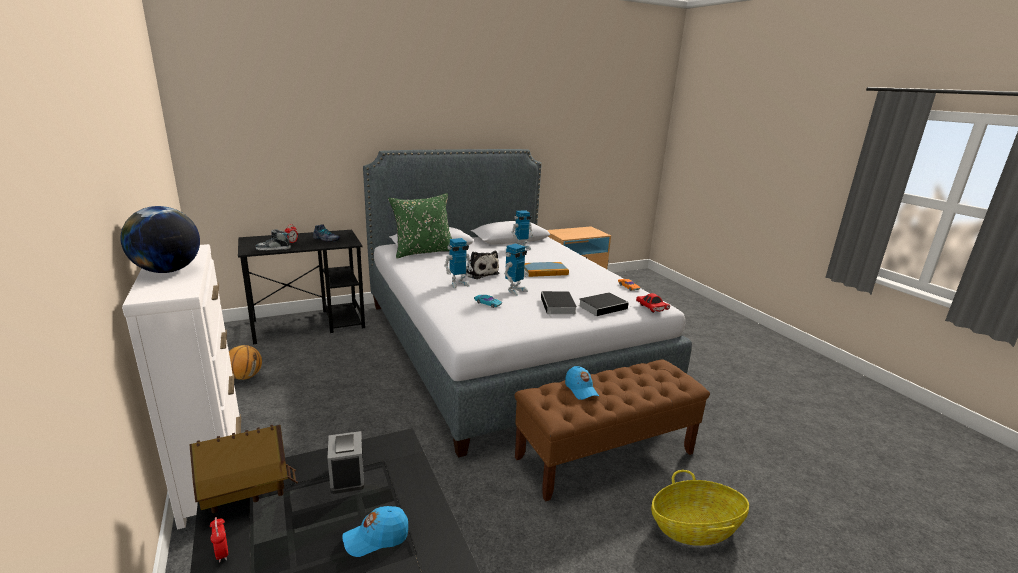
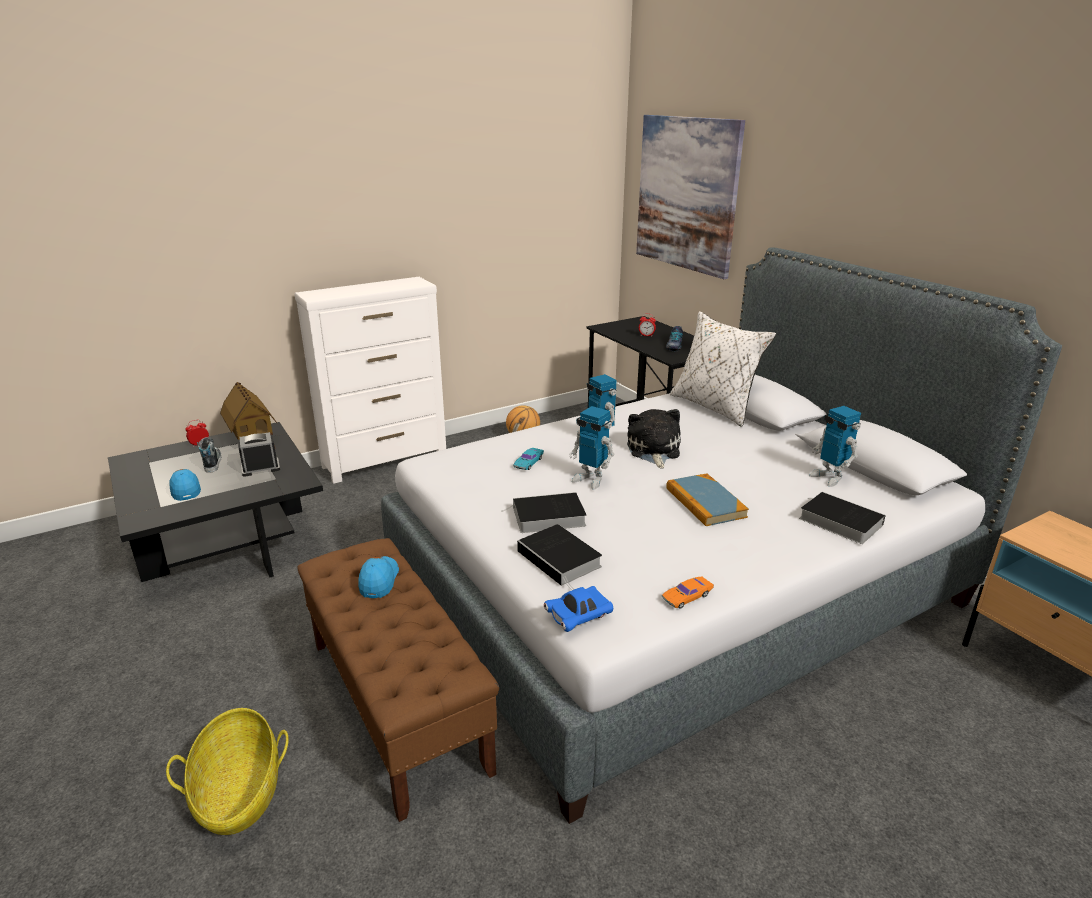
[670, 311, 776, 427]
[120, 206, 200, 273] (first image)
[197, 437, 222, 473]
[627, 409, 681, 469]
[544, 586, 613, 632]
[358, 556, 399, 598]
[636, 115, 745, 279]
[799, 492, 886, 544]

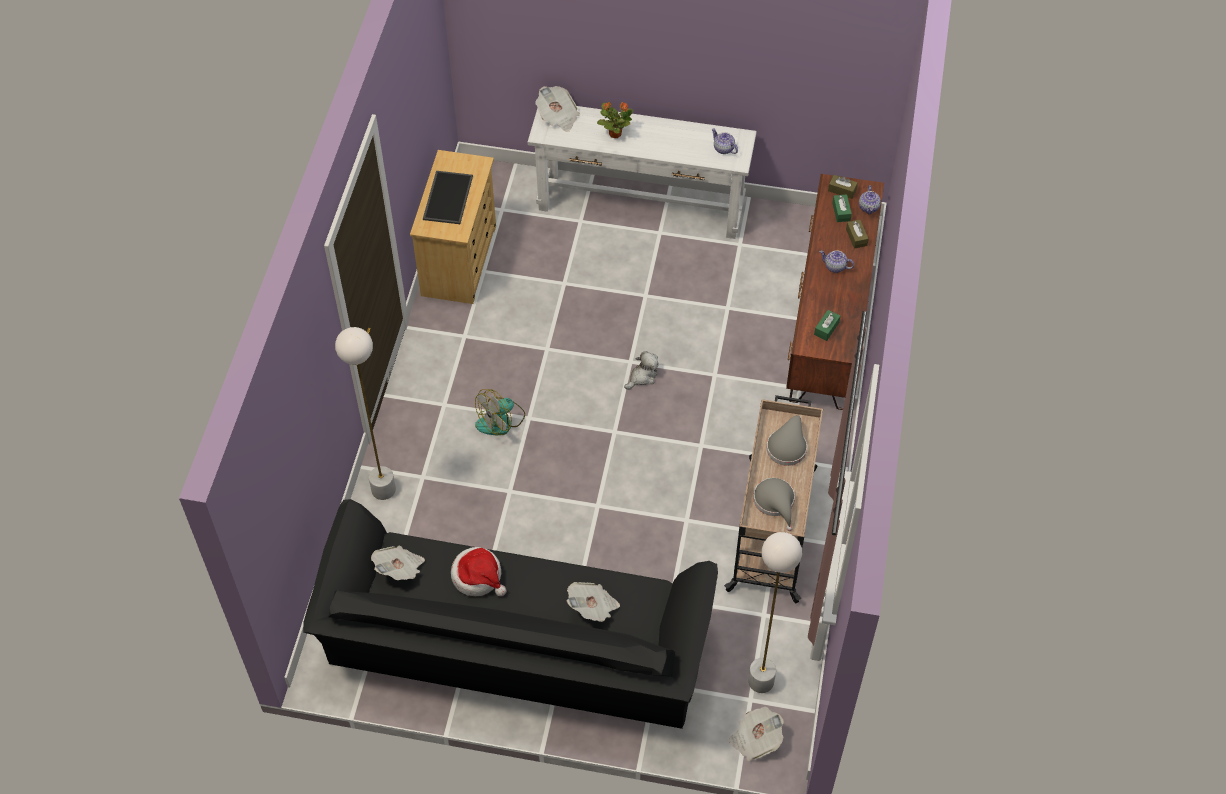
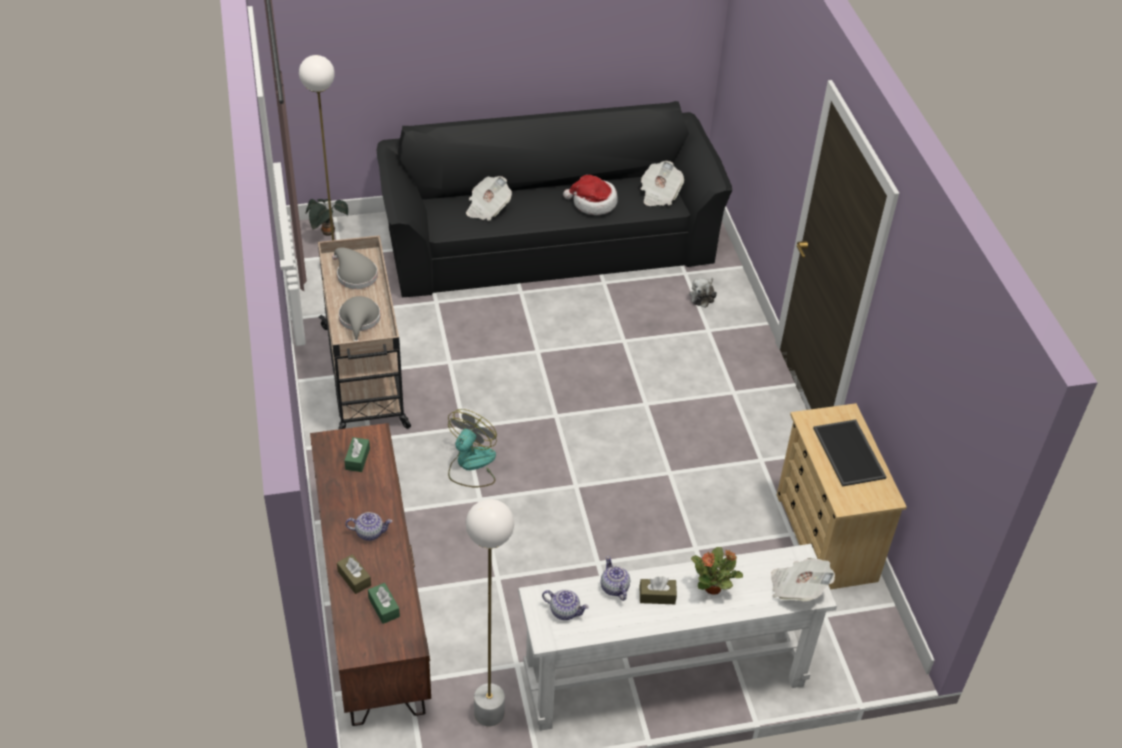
[640, 576, 677, 604]
[601, 556, 631, 601]
[466, 499, 514, 726]
[689, 278, 717, 308]
[448, 409, 497, 488]
[306, 199, 348, 236]

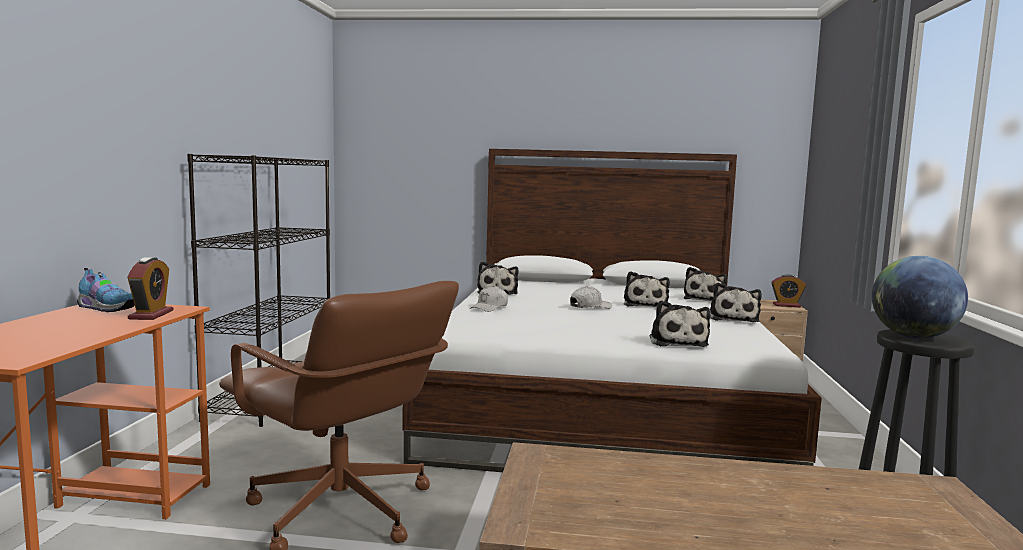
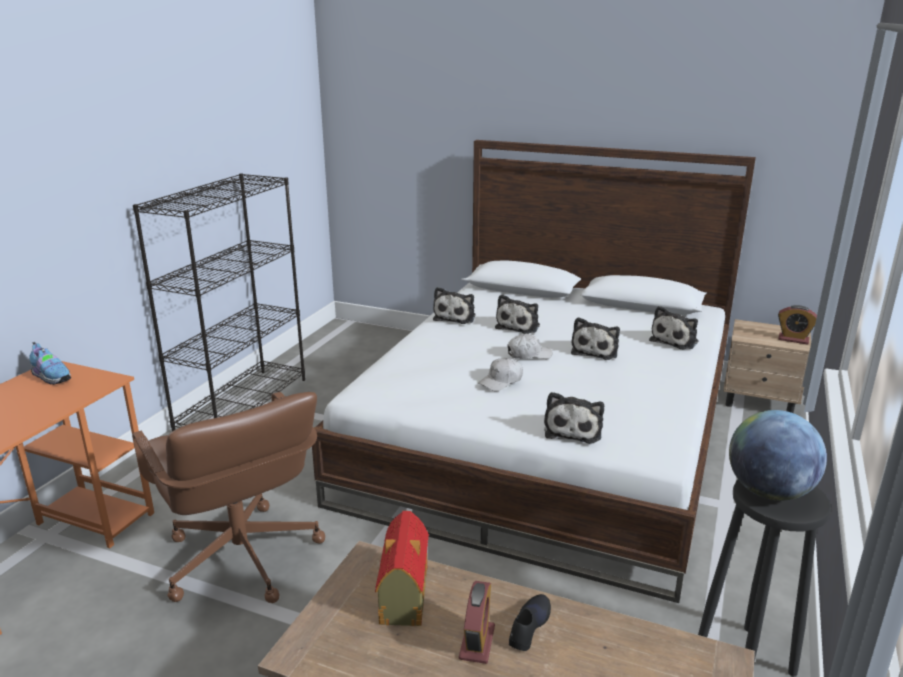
[459, 581, 495, 664]
[495, 294, 540, 334]
[478, 358, 523, 392]
[375, 511, 429, 626]
[509, 594, 551, 651]

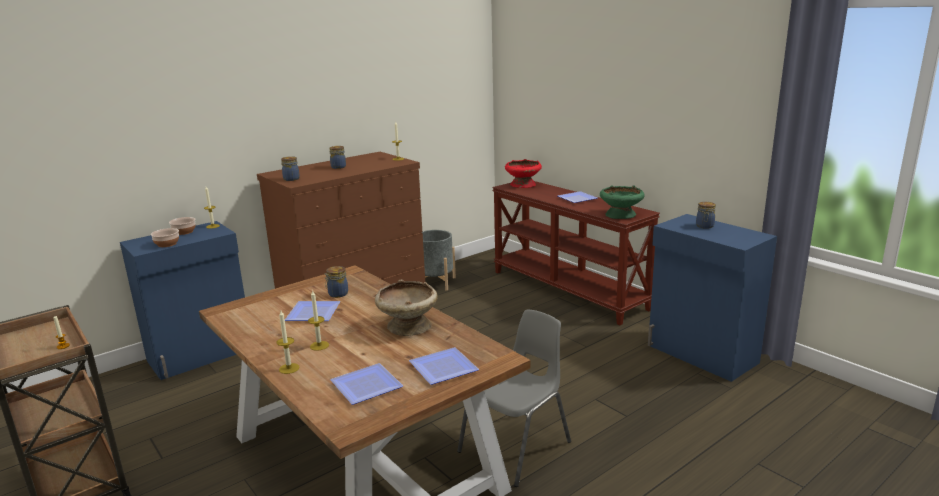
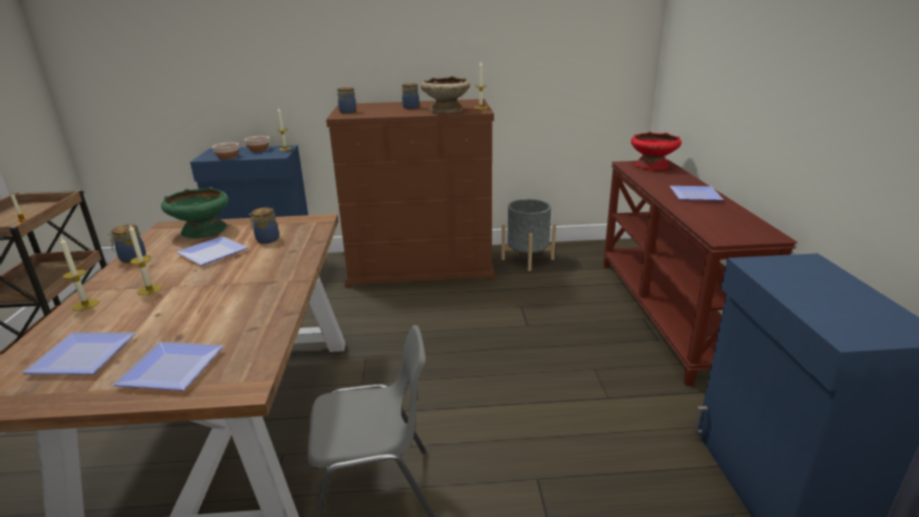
[161, 187, 229, 238]
[108, 224, 146, 263]
[421, 76, 470, 113]

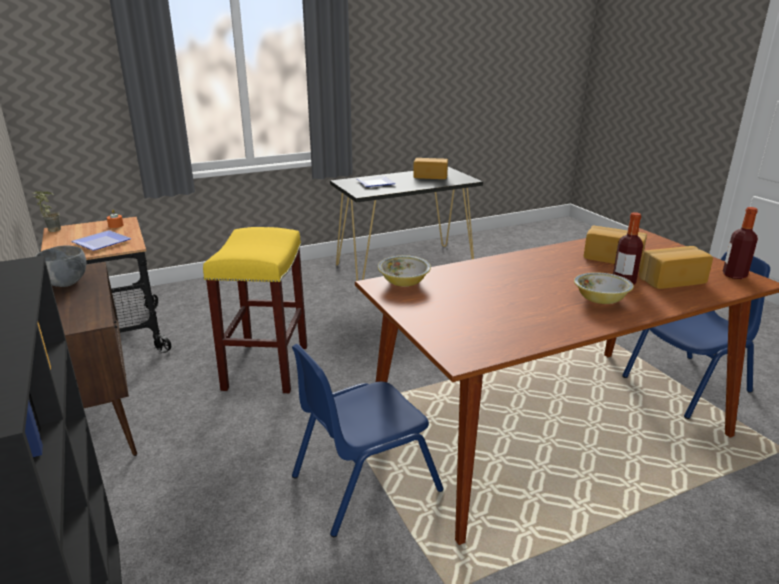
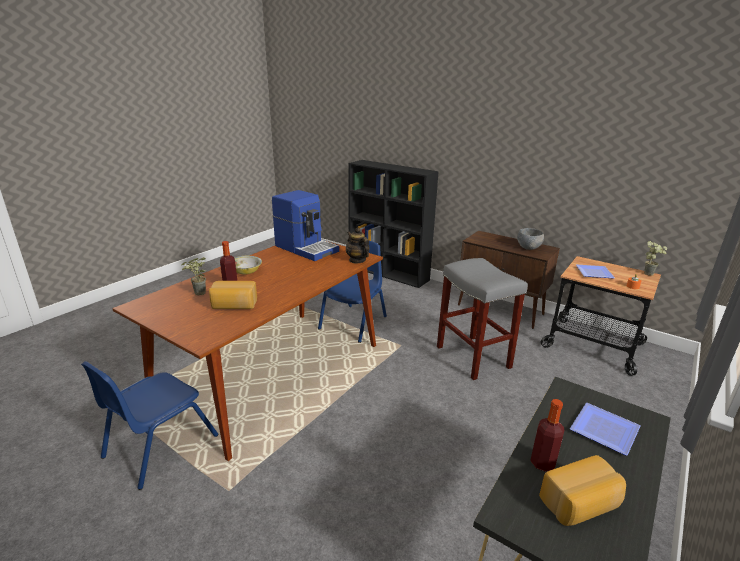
[530, 399, 564, 472]
[437, 258, 528, 380]
[181, 257, 206, 295]
[346, 228, 369, 264]
[272, 190, 339, 261]

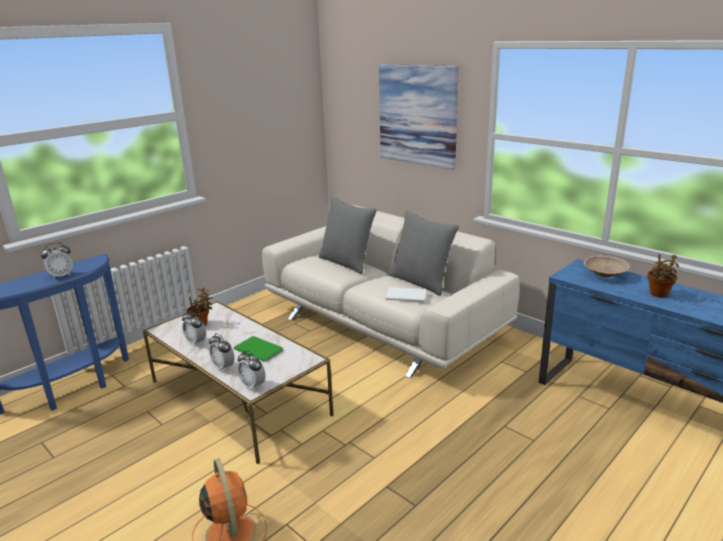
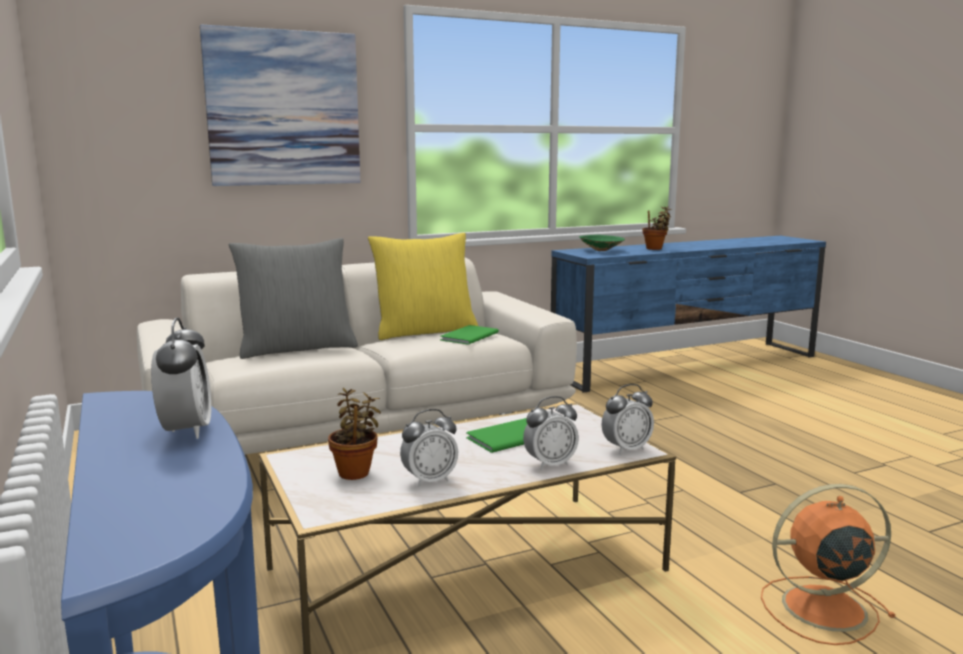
[368, 233, 478, 340]
[579, 235, 625, 251]
[440, 325, 499, 345]

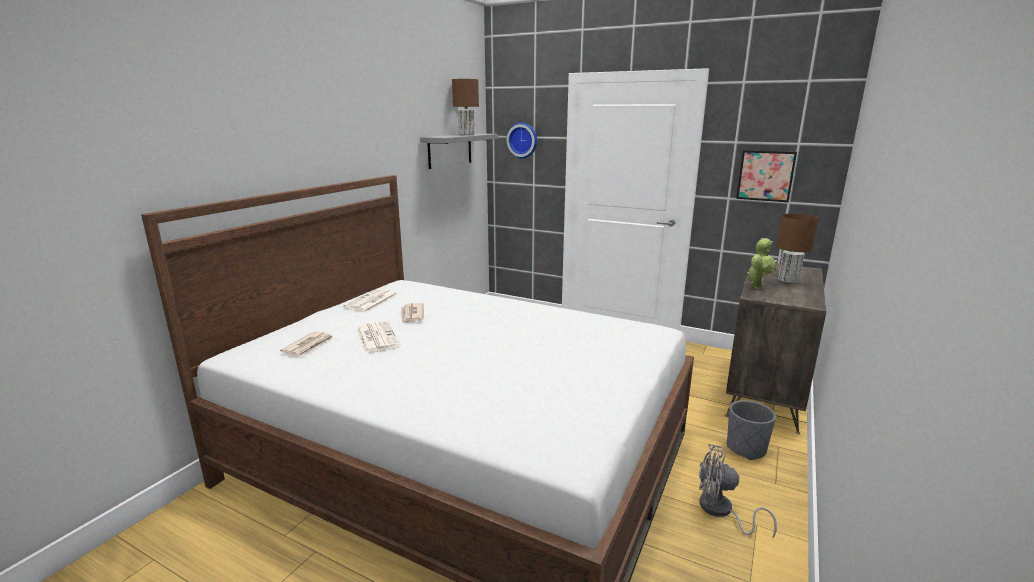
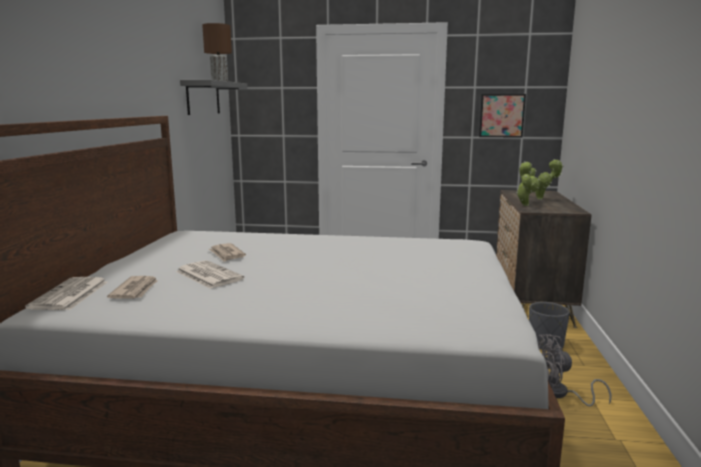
[506, 123, 537, 158] (first image)
[529, 159, 564, 200]
[25, 277, 108, 310]

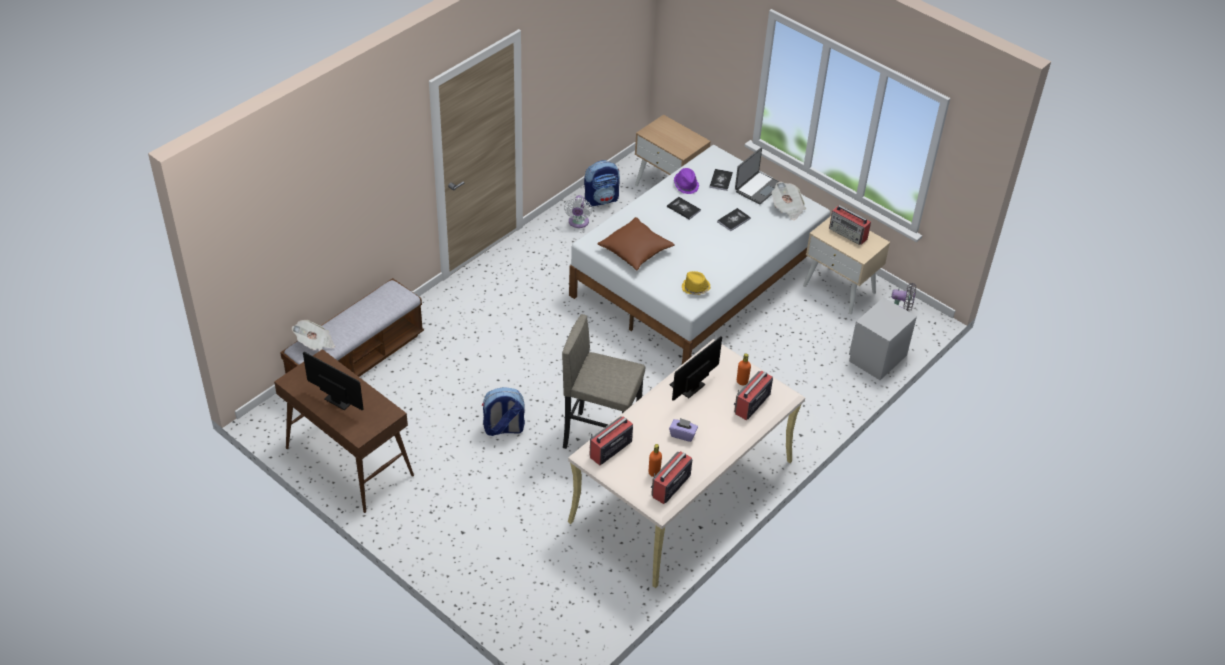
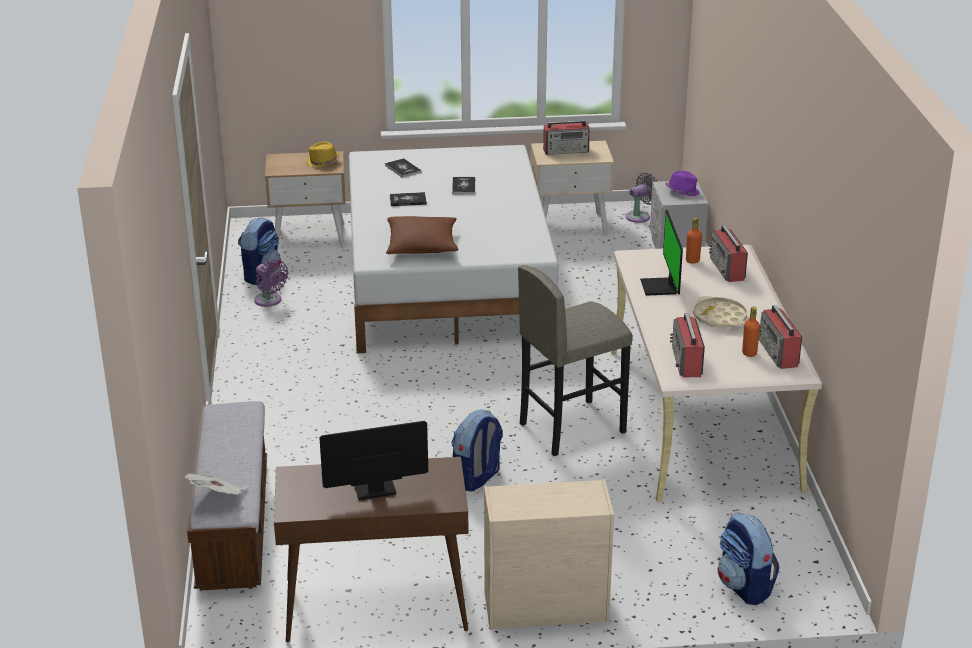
[735, 148, 779, 205] (first image)
[666, 171, 700, 196]
[771, 181, 806, 220] (first image)
[254, 259, 288, 307]
[306, 142, 340, 167]
[693, 296, 748, 327]
[484, 479, 614, 630]
[718, 512, 779, 605]

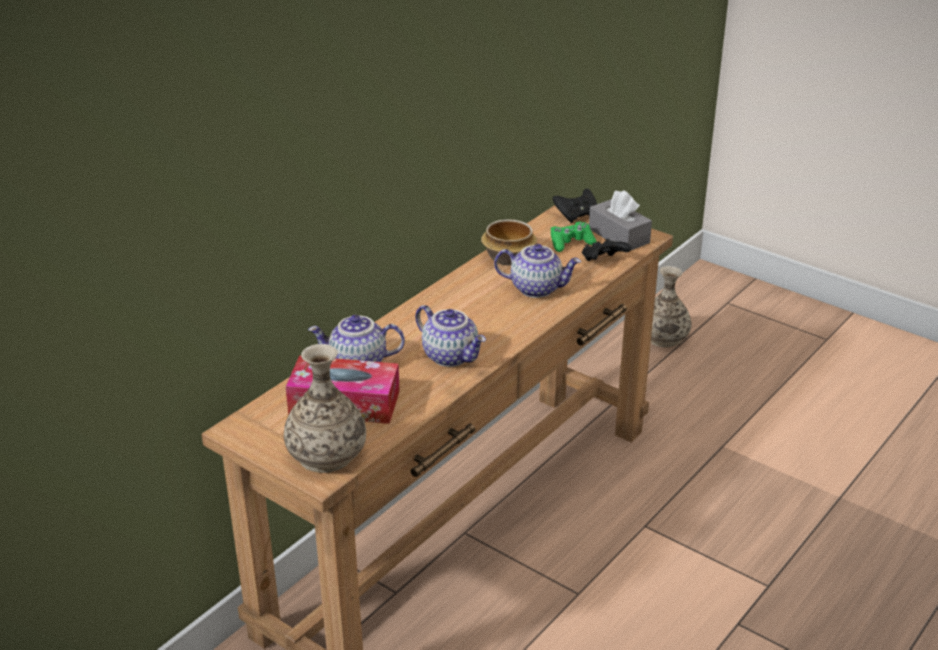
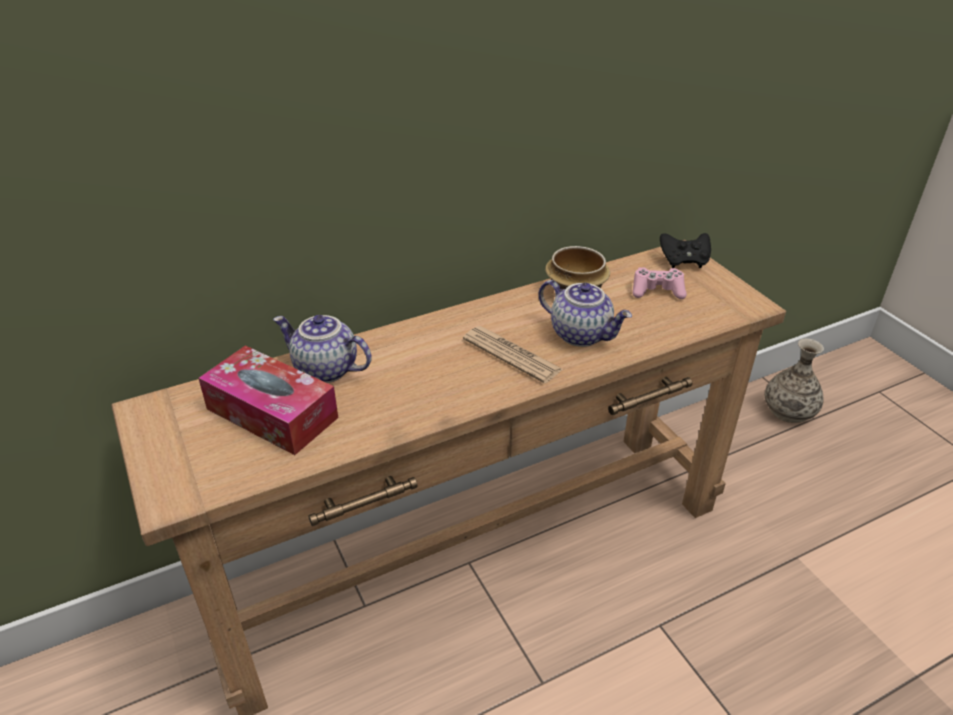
[589, 190, 652, 250] (first image)
[633, 267, 687, 299]
[582, 238, 631, 261] (first image)
[415, 305, 486, 367] (first image)
[284, 344, 366, 473] (first image)
[463, 326, 564, 383]

